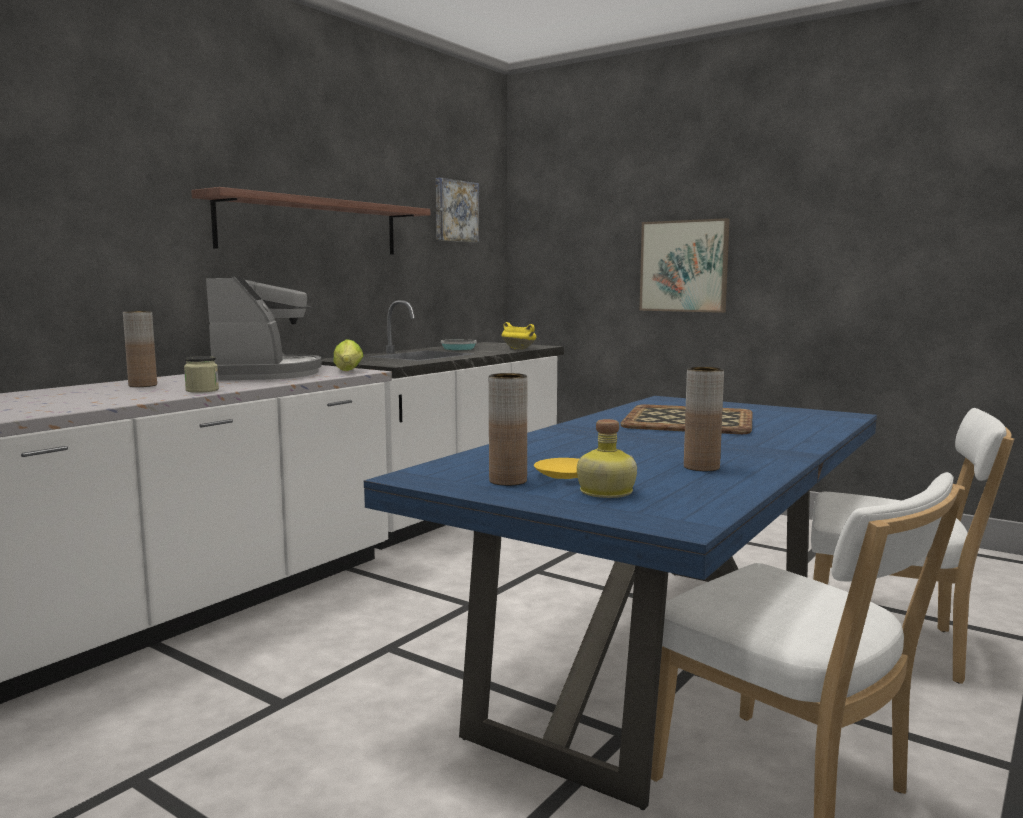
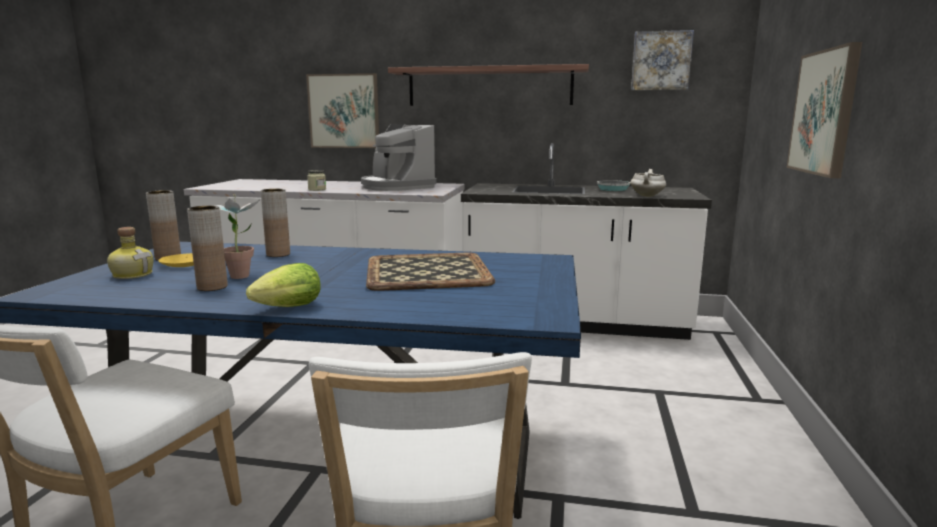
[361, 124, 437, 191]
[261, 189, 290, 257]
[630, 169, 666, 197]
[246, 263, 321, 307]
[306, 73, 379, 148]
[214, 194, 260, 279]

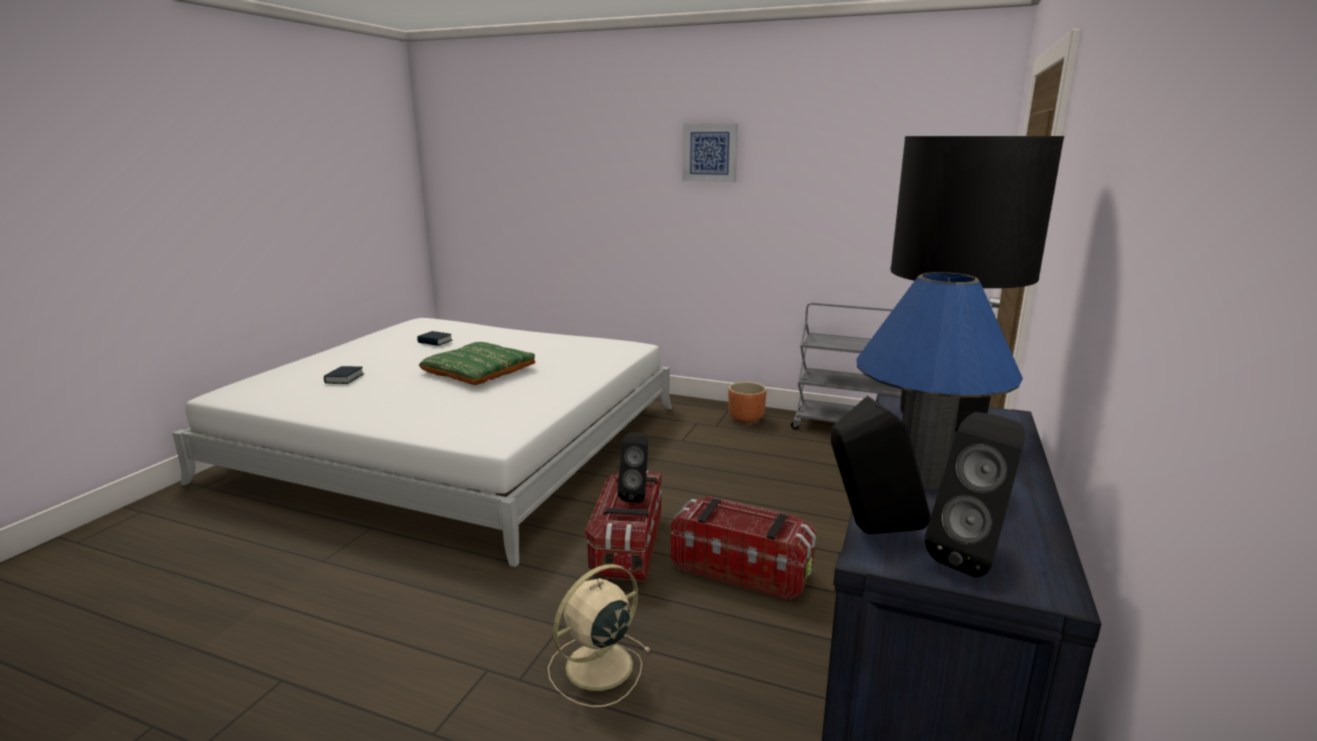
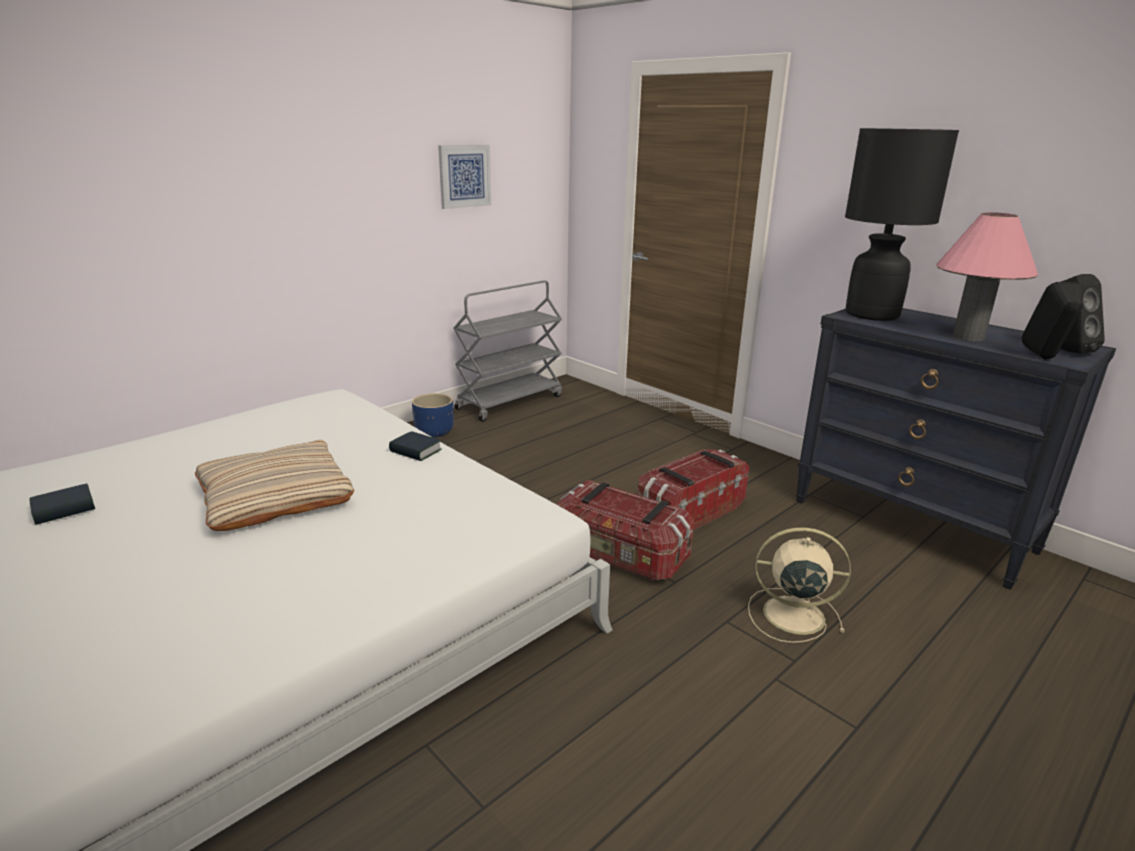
[438, 145, 491, 209]
[936, 212, 1038, 341]
[195, 440, 354, 531]
[389, 431, 442, 461]
[412, 393, 454, 438]
[617, 433, 648, 503] (first image)
[748, 527, 851, 643]

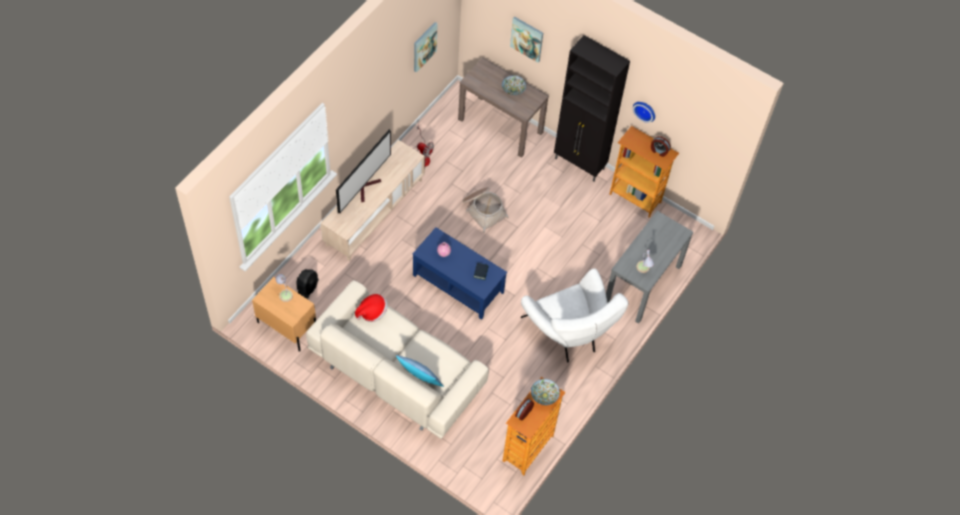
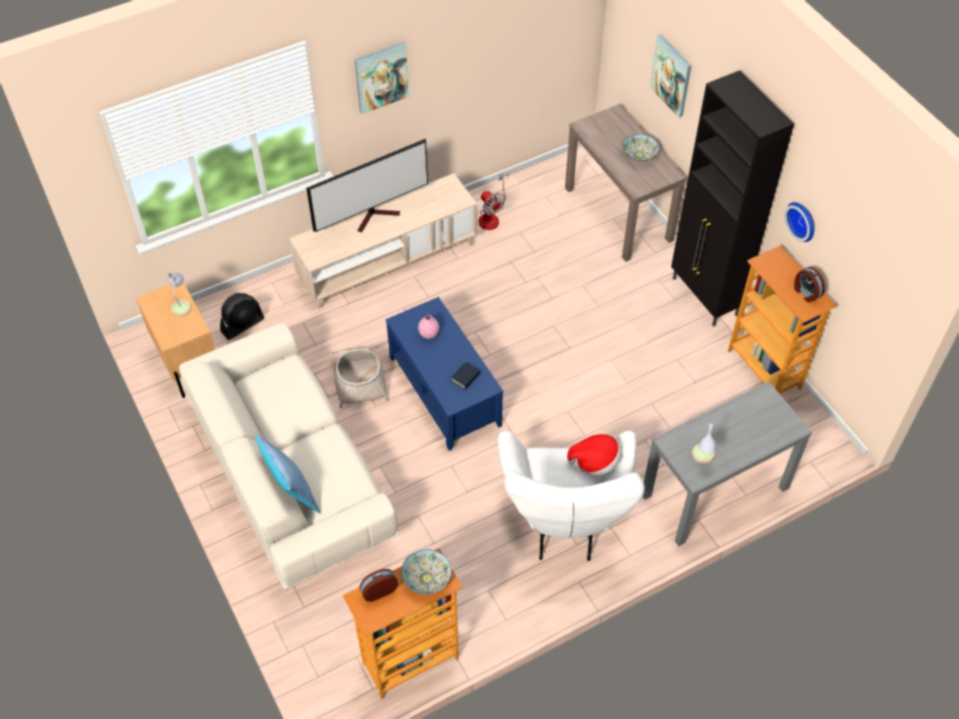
[355, 42, 409, 114]
[332, 345, 388, 408]
[567, 434, 622, 476]

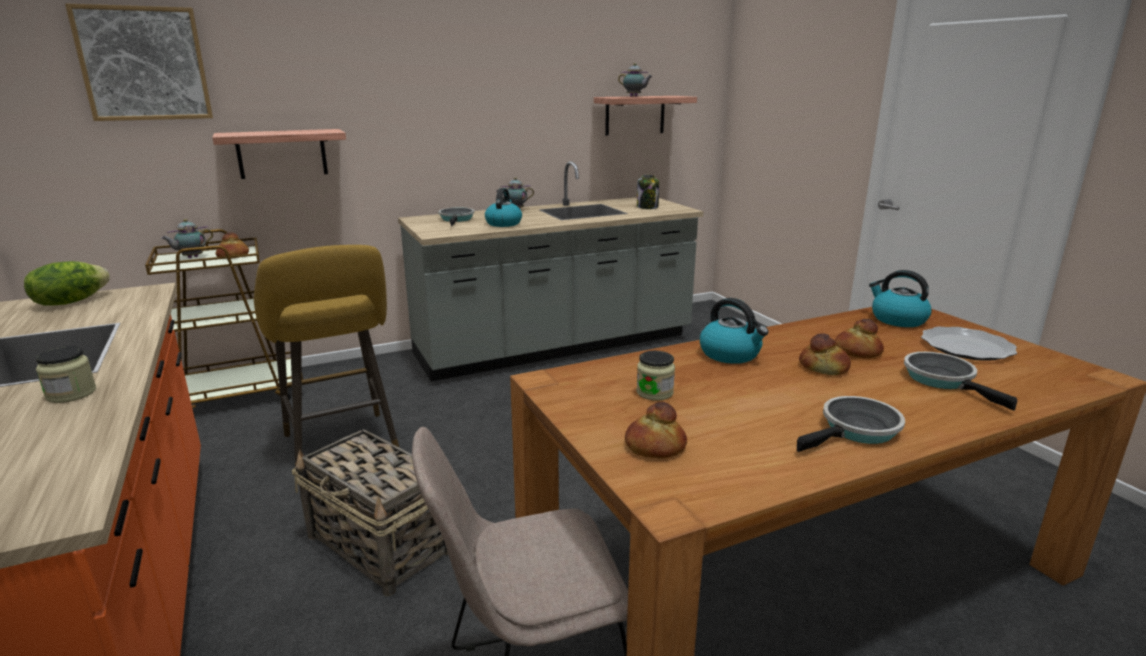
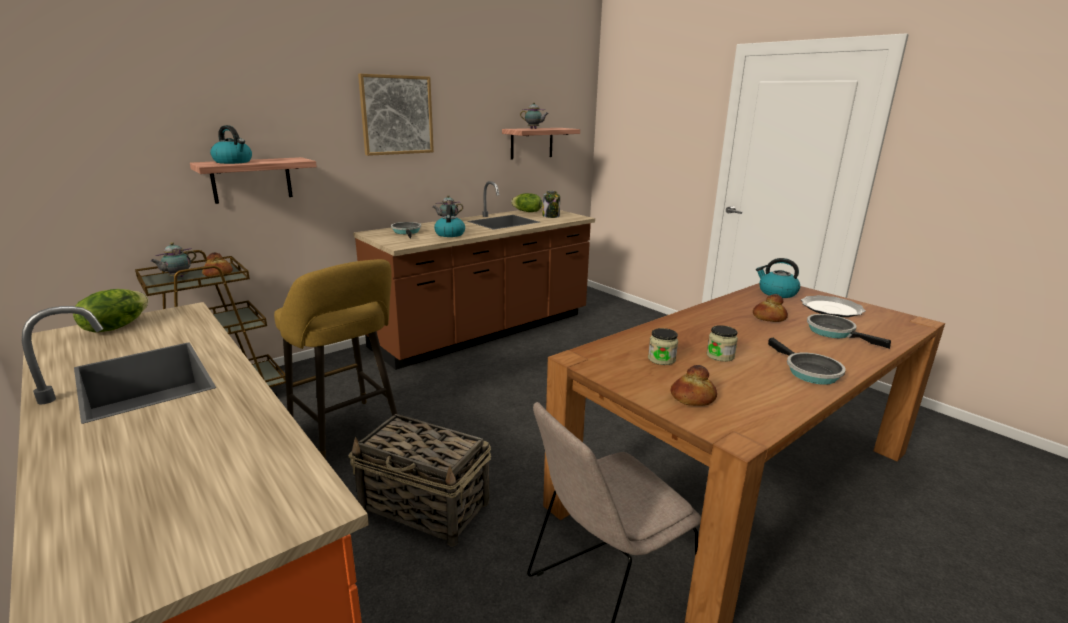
[358, 74, 434, 156]
[353, 181, 595, 370]
[210, 125, 252, 164]
[799, 333, 851, 375] (first image)
[707, 325, 738, 362]
[768, 338, 846, 385]
[511, 193, 542, 212]

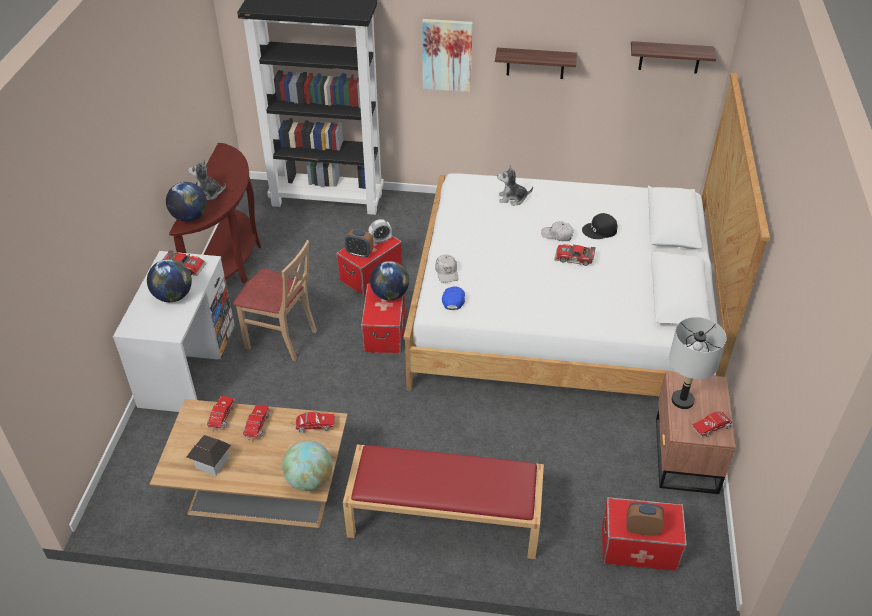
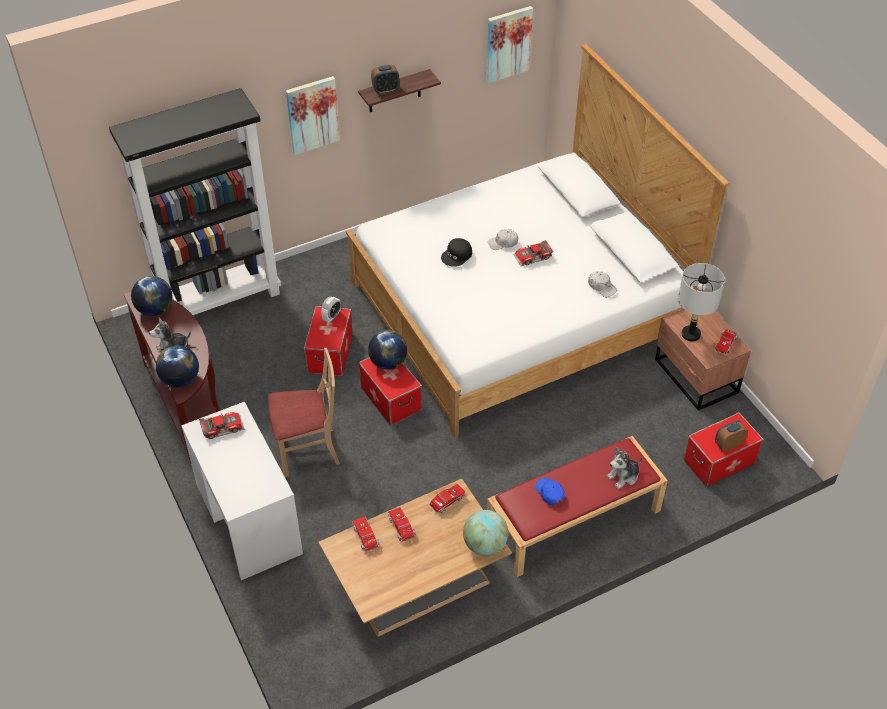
[486, 6, 533, 83]
[606, 447, 643, 489]
[441, 238, 472, 267]
[371, 65, 400, 94]
[588, 271, 618, 297]
[131, 276, 172, 316]
[535, 478, 565, 506]
[187, 435, 231, 476] (first image)

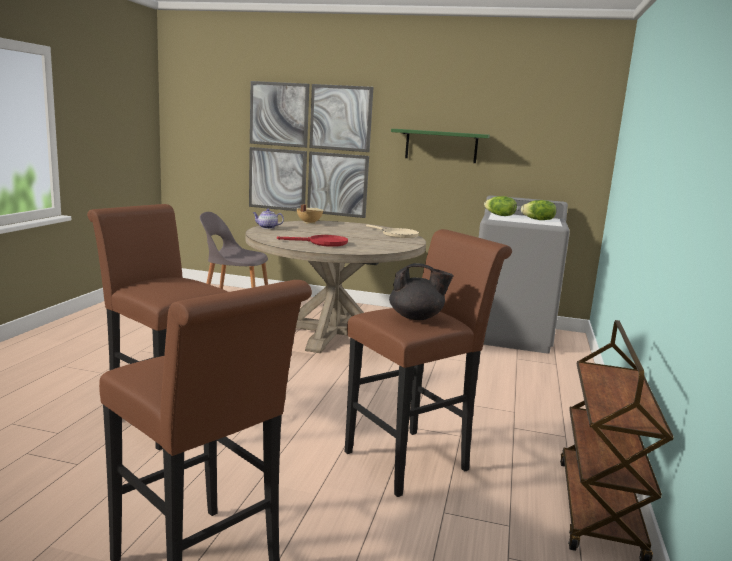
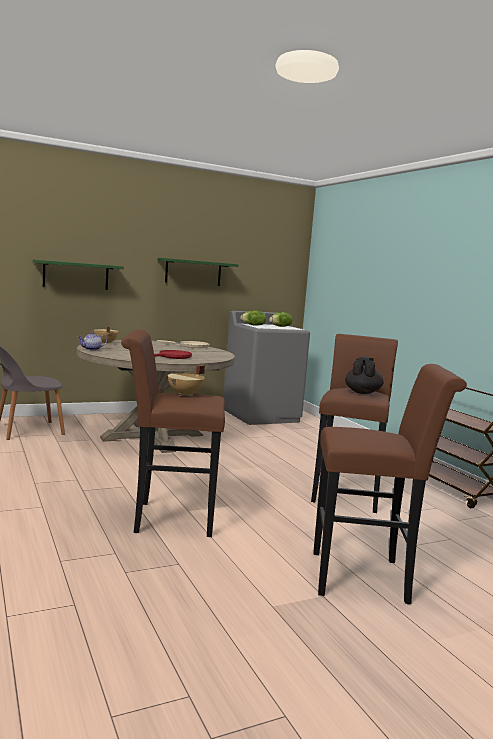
[33, 259, 124, 290]
[345, 356, 384, 394]
[168, 365, 205, 396]

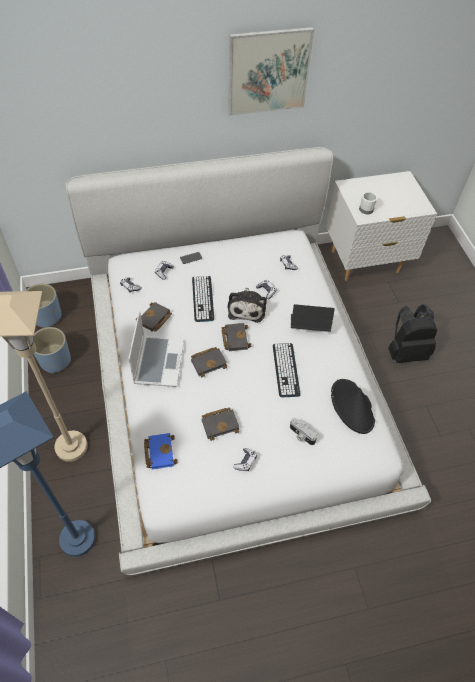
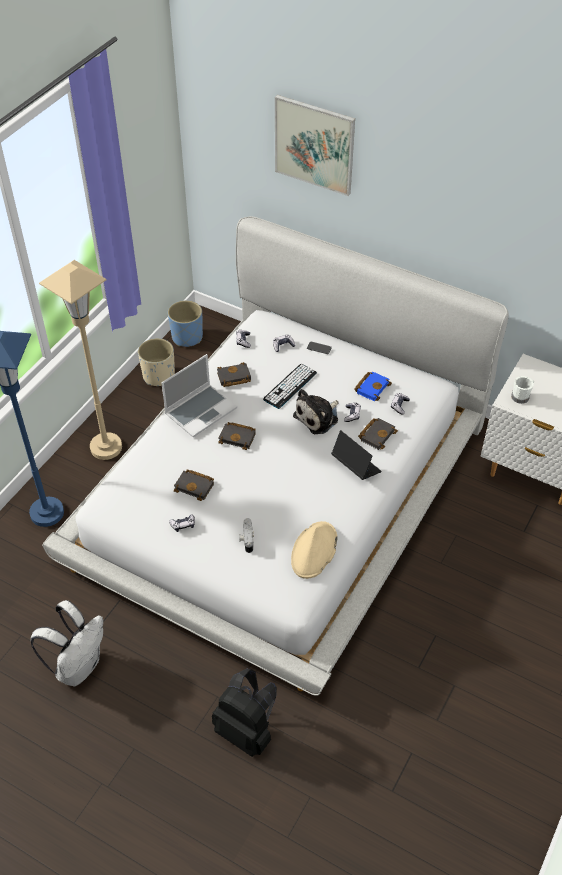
[275, 95, 355, 196]
[212, 669, 277, 757]
[358, 418, 398, 450]
[138, 338, 175, 386]
[273, 343, 300, 397] (first image)
[291, 521, 337, 579]
[354, 372, 392, 401]
[31, 600, 103, 687]

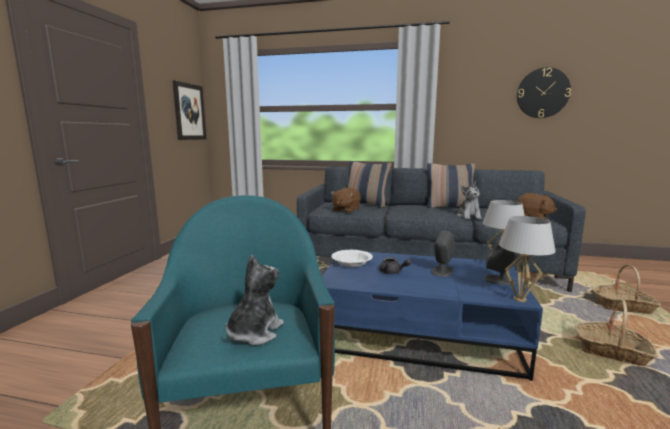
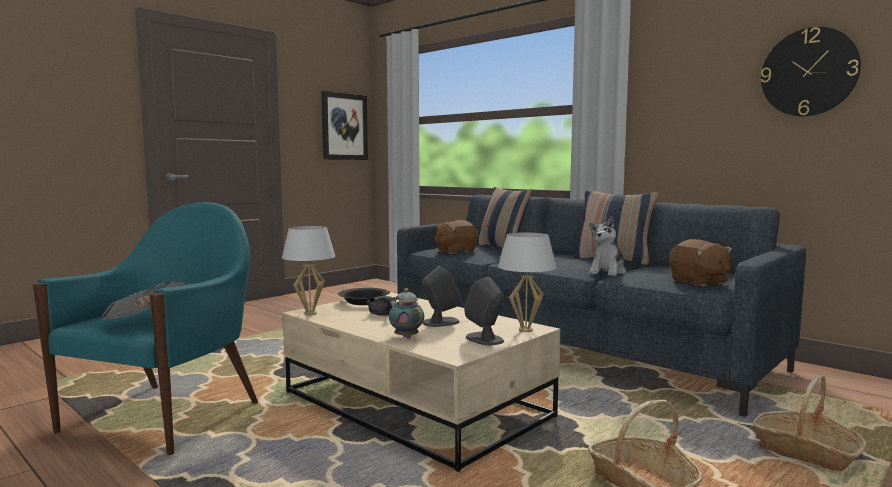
[282, 226, 335, 315]
[282, 292, 560, 472]
[338, 288, 390, 305]
[100, 281, 185, 320]
[389, 288, 424, 339]

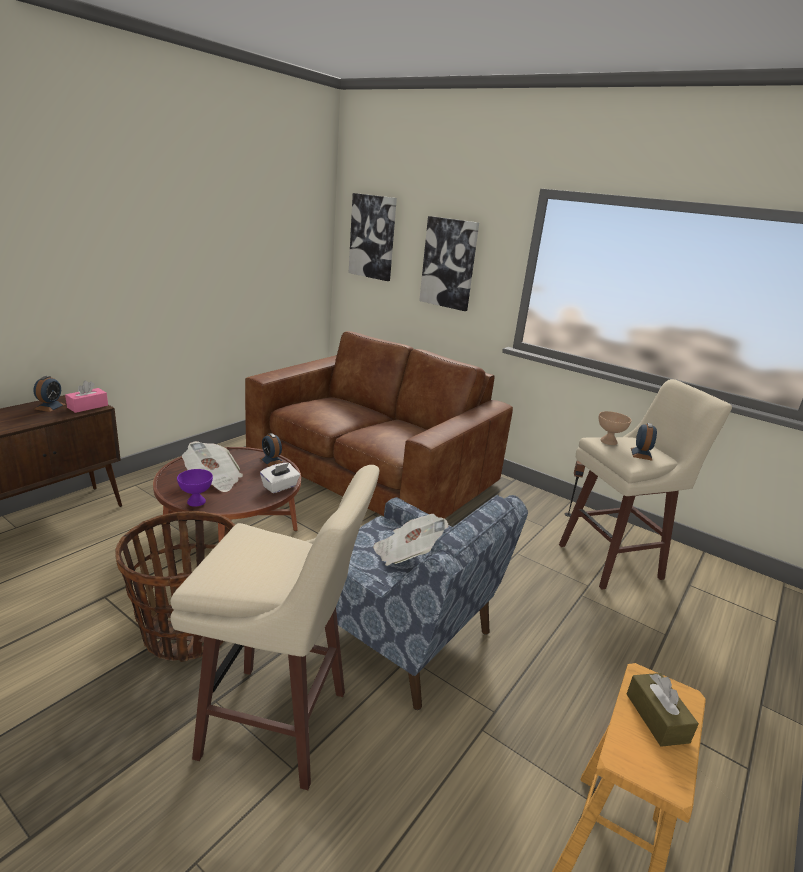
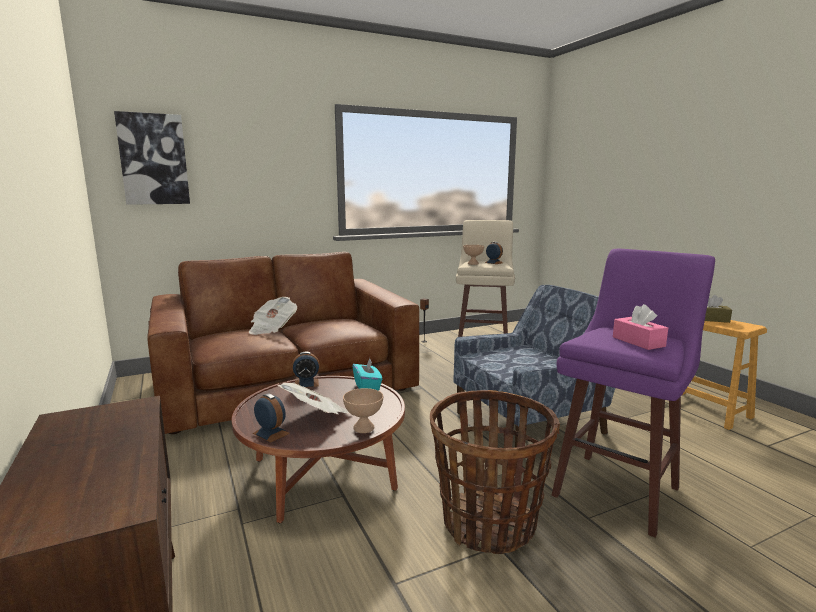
[419, 216, 479, 311] (first image)
[253, 393, 290, 443]
[613, 304, 668, 350]
[353, 358, 382, 391]
[551, 249, 715, 538]
[343, 388, 383, 433]
[249, 297, 297, 335]

